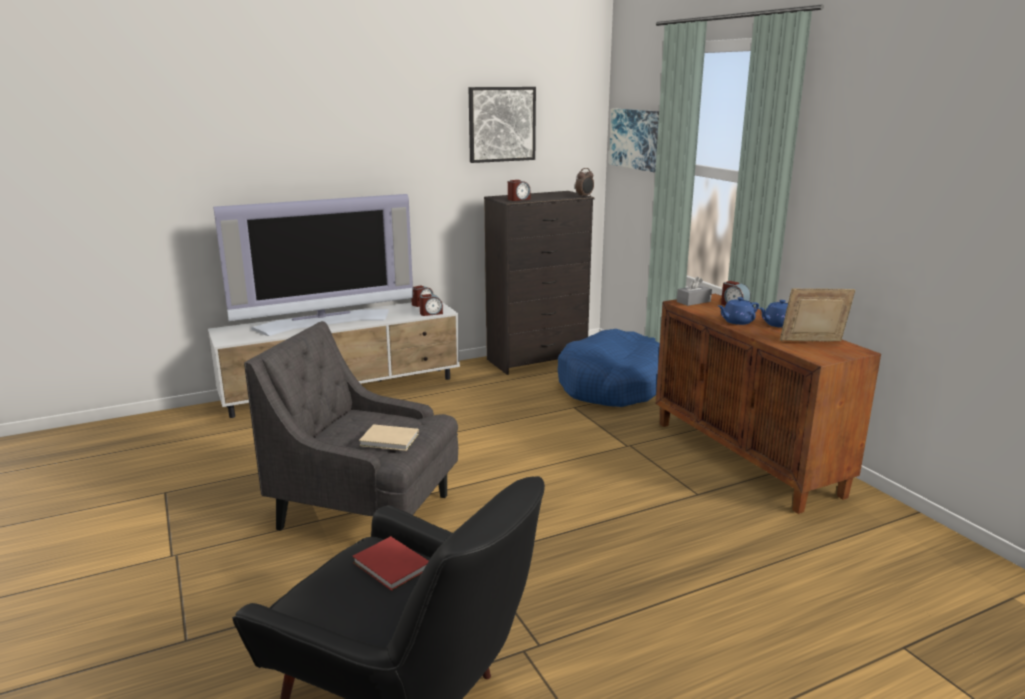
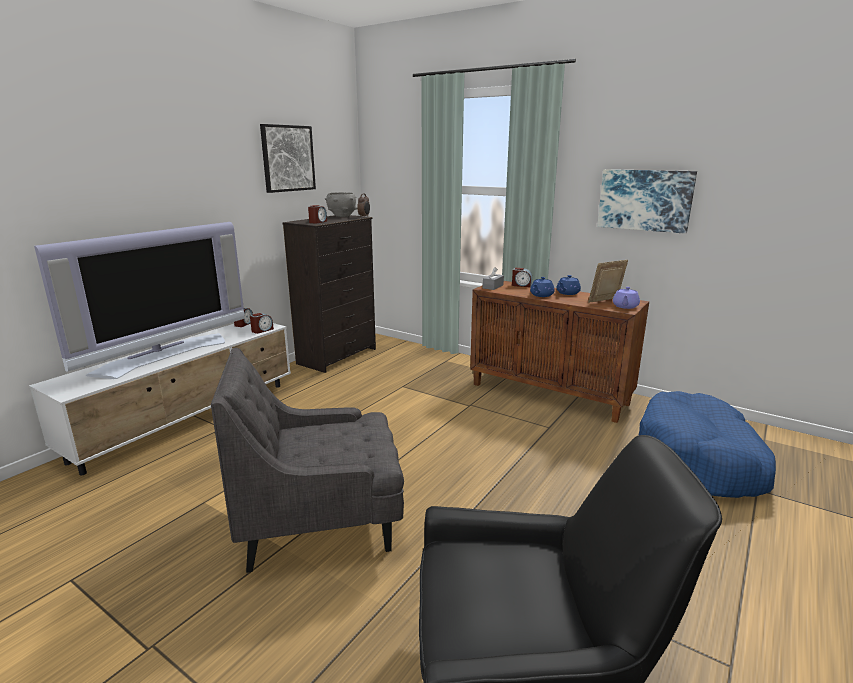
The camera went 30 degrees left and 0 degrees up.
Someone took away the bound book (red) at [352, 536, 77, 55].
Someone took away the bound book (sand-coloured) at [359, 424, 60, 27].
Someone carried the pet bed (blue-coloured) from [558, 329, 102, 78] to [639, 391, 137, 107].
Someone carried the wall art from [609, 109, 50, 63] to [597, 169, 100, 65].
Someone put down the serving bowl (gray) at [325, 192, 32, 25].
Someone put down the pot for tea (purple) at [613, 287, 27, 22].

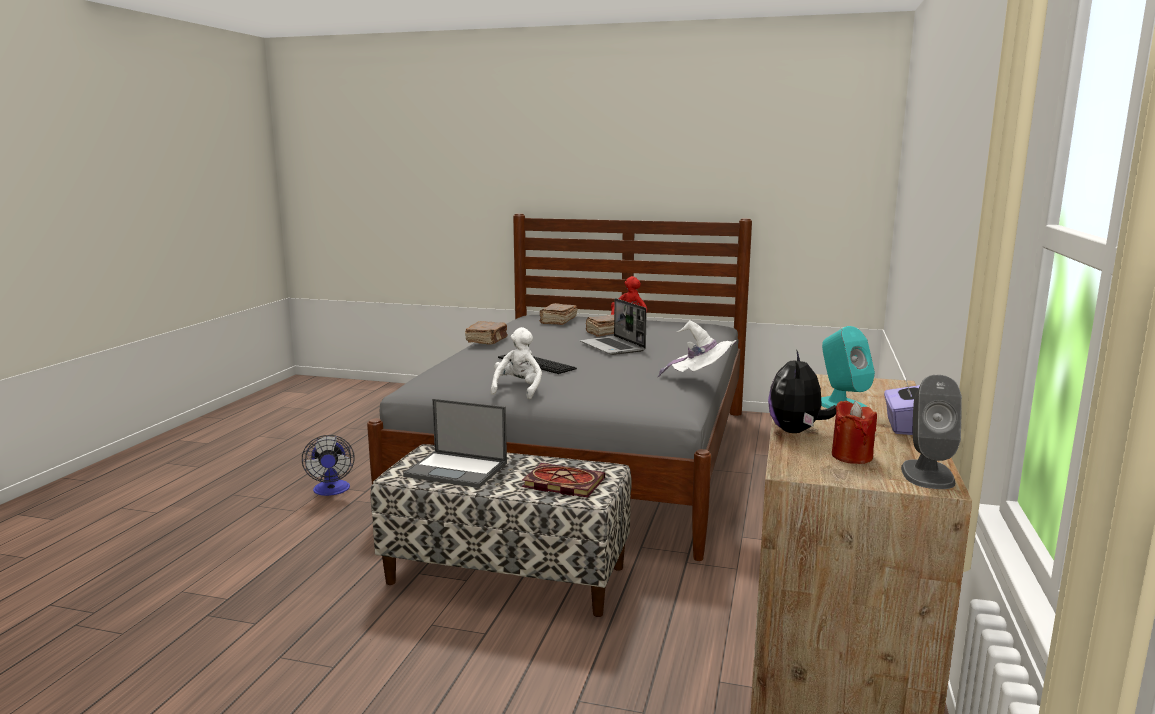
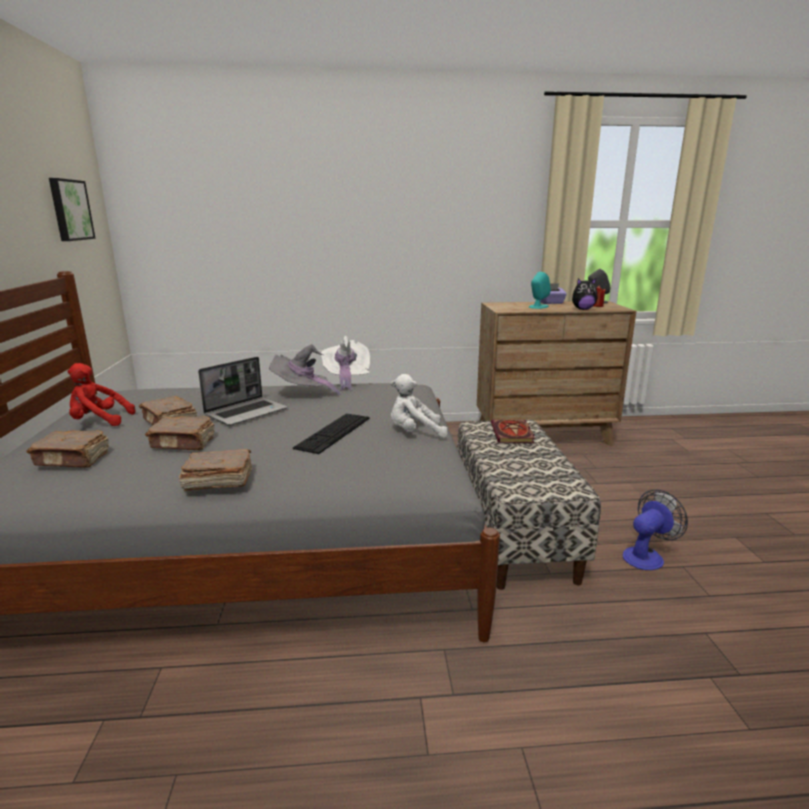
The camera went 110 degrees left and 5 degrees up.
Someone carried the cooling fan from [302, 435, 53, 61] to [623, 490, 65, 80].
Someone took away the portable computer at [403, 399, 104, 89].
Someone put up the wall art at [49, 178, 47, 63].
Someone put down the bound book (brown-coloured) at [145, 416, 69, 34].
Someone put down the clothing hat (gray) at [269, 344, 72, 53].

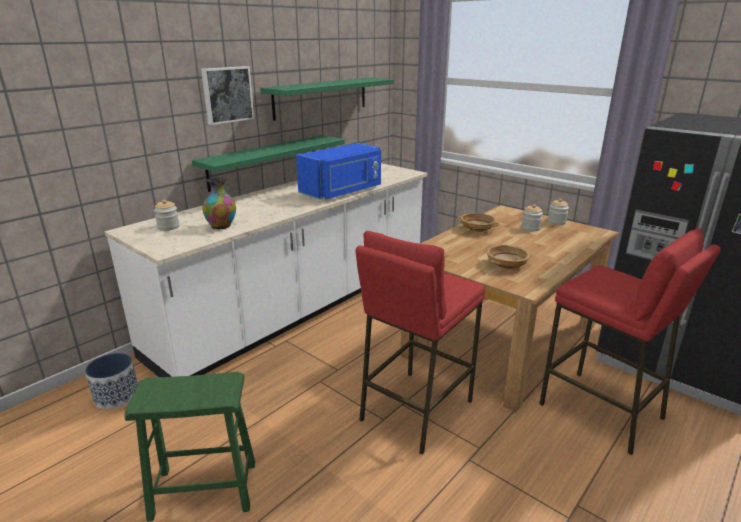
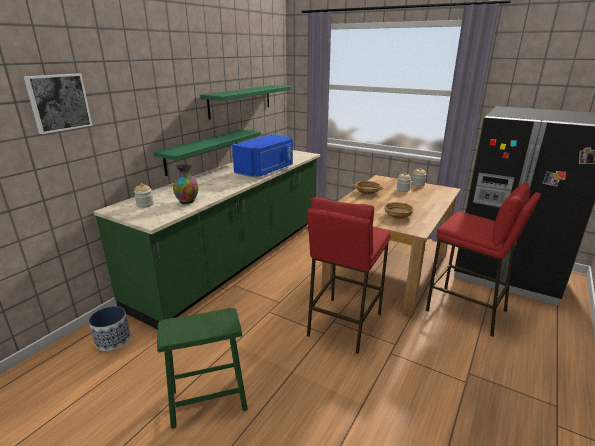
The camera went 10 degrees left and 0 degrees up.
Someone repainted the counter (white-coloured) at [105, 163, 322, 214], which became the counter (green) at [94, 150, 226, 180].
Someone carried the wall art from [201, 66, 53, 59] to [24, 73, 69, 61].

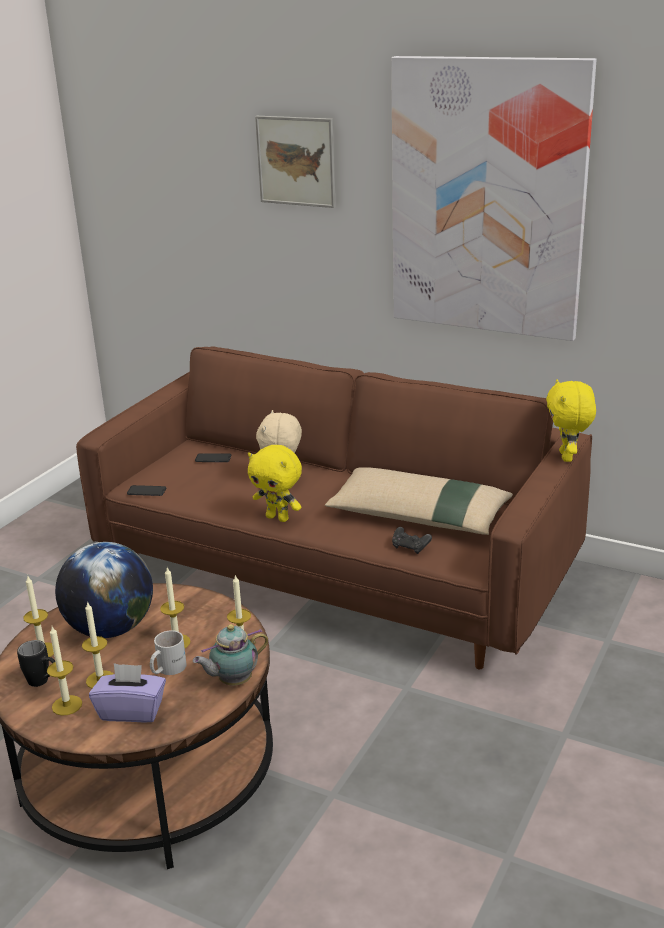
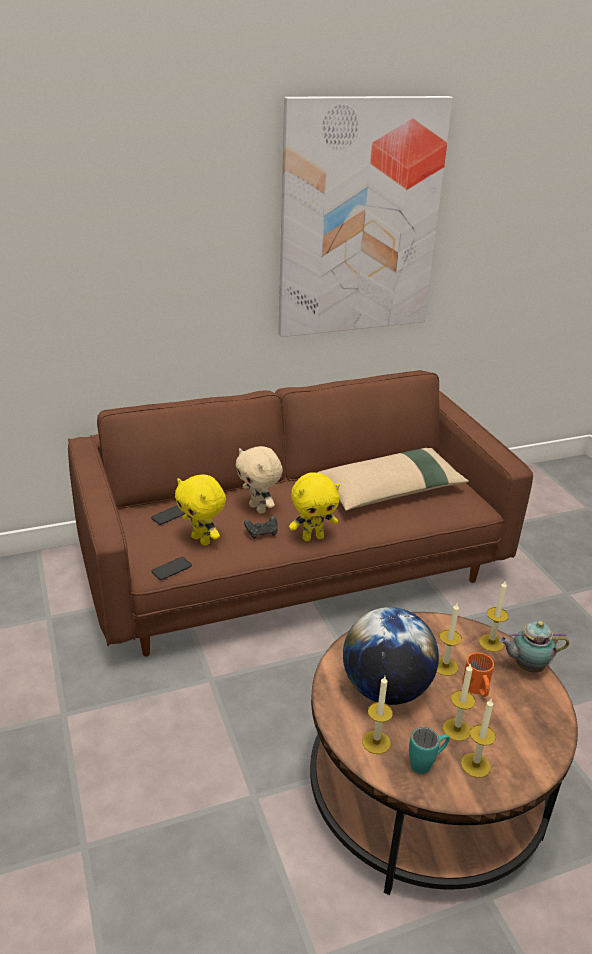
The camera went 50 degrees left and 5 degrees up.
Someone repainted the tea mug (black) at [17, 640, 38, 47], which became the tea mug (blue-green) at [409, 727, 41, 47].
Someone took away the tissue box (purple) at [89, 663, 77, 60].
Someone repainted the tea mug (white-coloured) at [150, 630, 37, 45], which became the tea mug (orange-coloured) at [462, 653, 32, 44].
Someone rotated the pot for tea at [193, 624, 76, 61] by 75 degrees clockwise.
Someone took away the wall art at [255, 116, 81, 92].
Someone carried the game controller (black) from [392, 527, 40, 27] to [244, 516, 34, 23].
Someone carried the plush toy (yellowish) from [546, 379, 50, 83] to [175, 474, 51, 72].

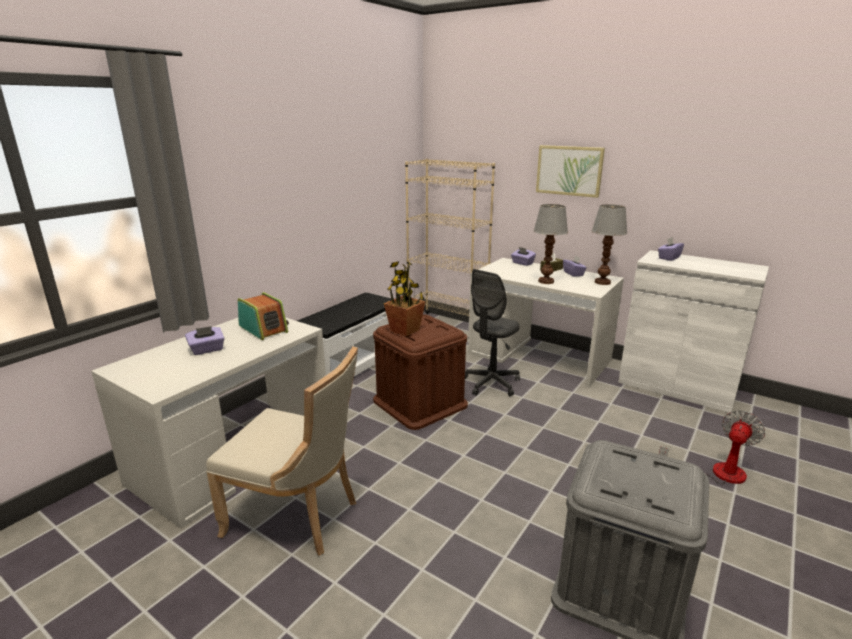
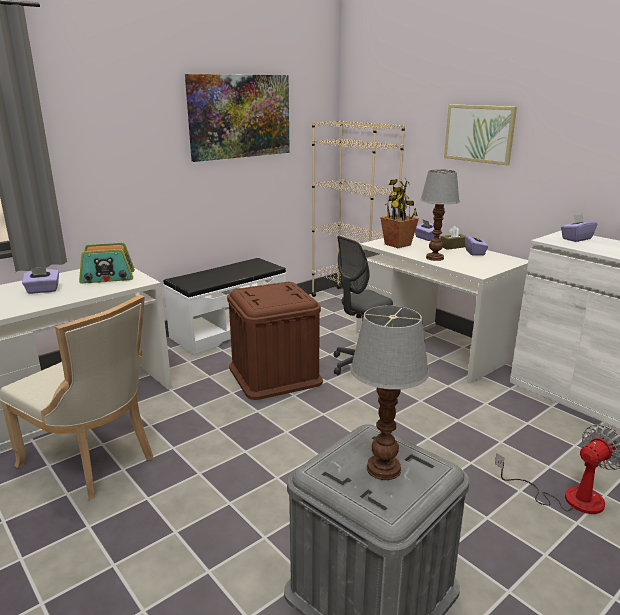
The camera went 15 degrees right and 0 degrees up.
Someone rotated the radio receiver at [238, 292, 51, 48] by 105 degrees clockwise.
Someone carried the houseplant from [384, 260, 42, 76] to [380, 178, 39, 70].
Someone carried the tabletop lamp from [592, 204, 35, 81] to [350, 305, 79, 175].
Someone put up the wall art at [185, 74, 105, 88].

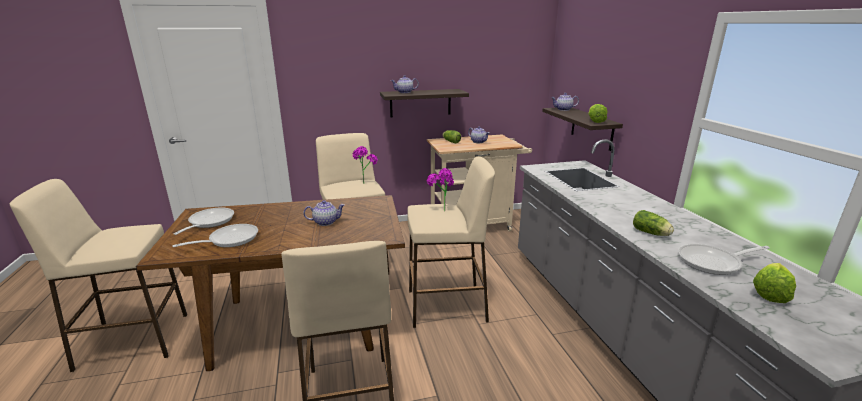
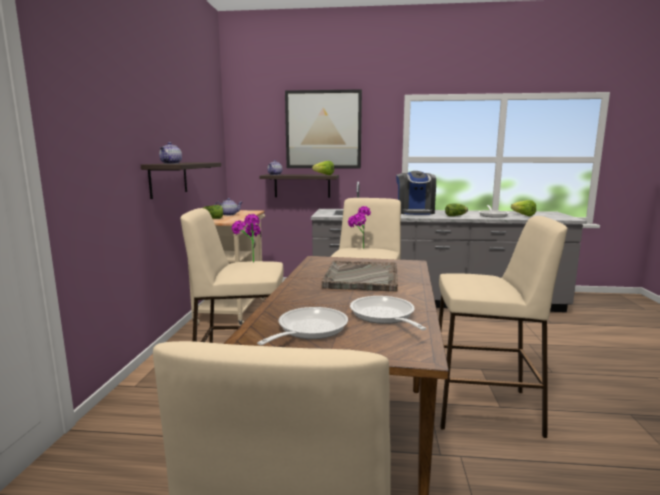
The camera went 70 degrees left and 10 degrees down.
Someone rotated the skillet at [174, 208, 60, 27] by 90 degrees clockwise.
Someone swapped the pot for tea at [303, 200, 42, 26] for the serving tray (gray) at [322, 261, 76, 31].
Someone put up the wall art at [285, 89, 77, 79].
Someone put down the coffee machine at [396, 171, 40, 44].

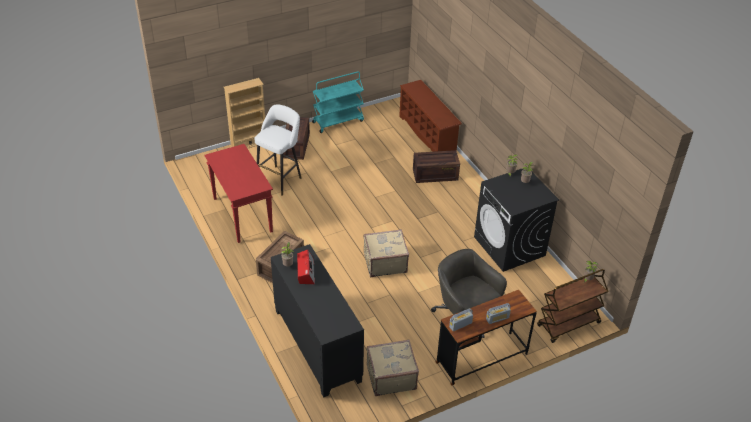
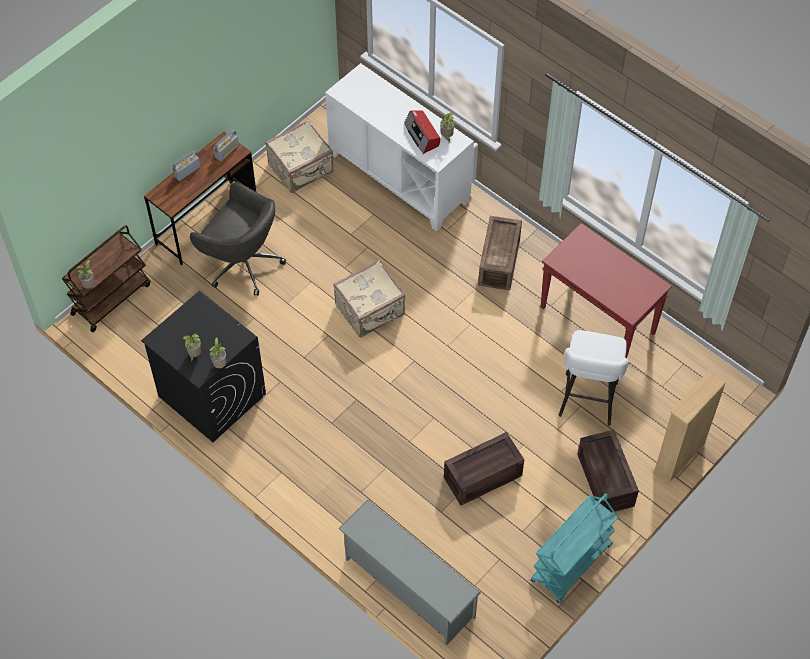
The camera went 160 degrees right and 15 degrees up.
Someone repainted the cupboard (black) at [271, 244, 93, 153], which became the cupboard (white-coloured) at [325, 63, 149, 168].
Someone repainted the shoe shelf (brown-coloured) at [399, 80, 63, 72], which became the shoe shelf (gray) at [338, 500, 143, 145].
Someone carried the crate from [413, 150, 47, 33] to [444, 432, 80, 73].

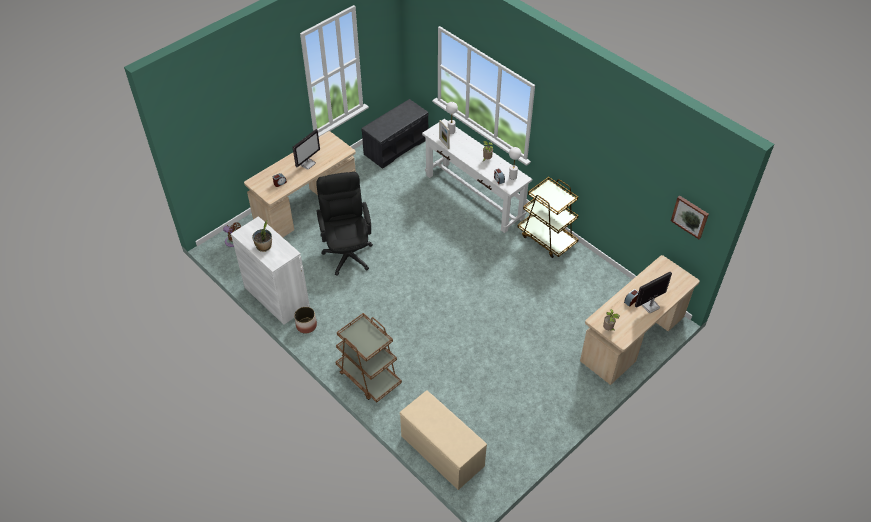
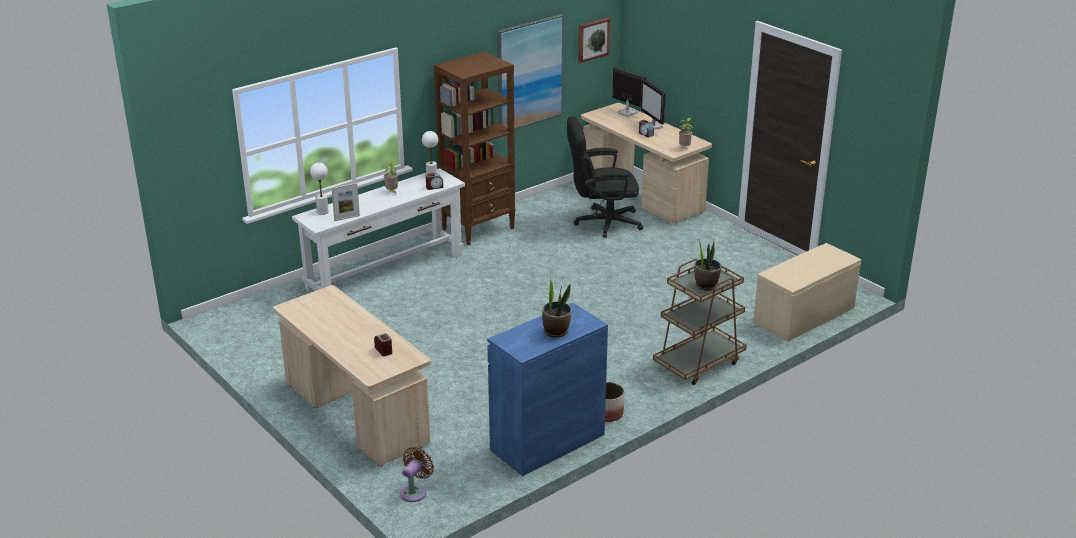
The camera went 85 degrees left and 20 degrees down.
Someone repainted the cupboard (white-coloured) at [231, 216, 79, 109], which became the cupboard (blue-coloured) at [487, 303, 121, 173].
Someone carried the computer display from [293, 129, 27, 40] to [612, 67, 35, 50].
Someone carried the computer chair (black) from [316, 172, 57, 104] to [567, 116, 77, 122].
Someone took away the indoor bench (gray) at [361, 99, 68, 70].
Someone swapped the cart (brown-coloured) at [517, 177, 62, 81] for the bookshelf (brown-coloured) at [434, 51, 82, 194].
Someone put up the wall art at [497, 14, 67, 116].
Someone put down the houseplant at [694, 240, 27, 51].

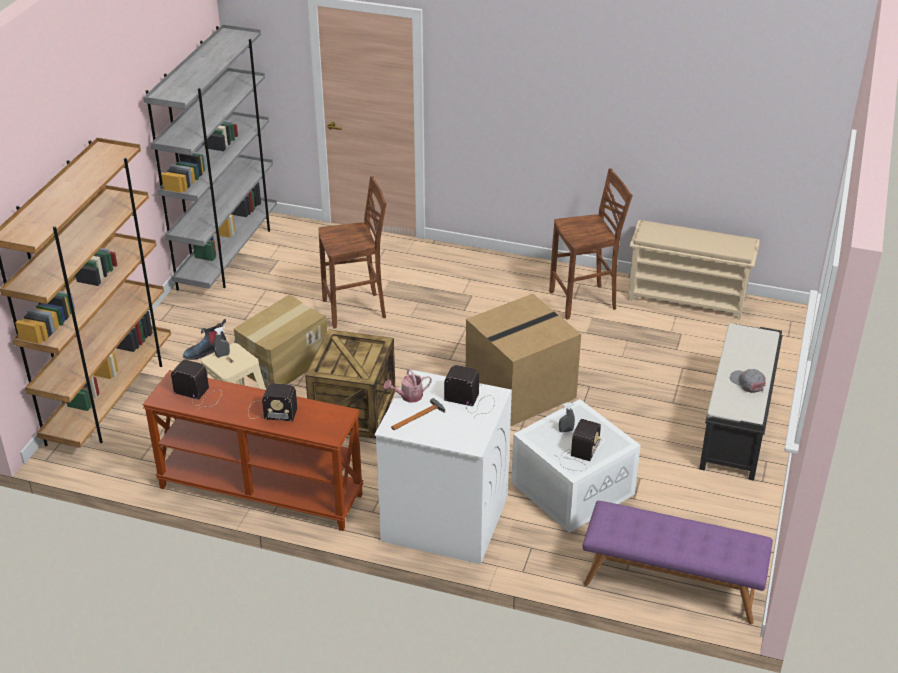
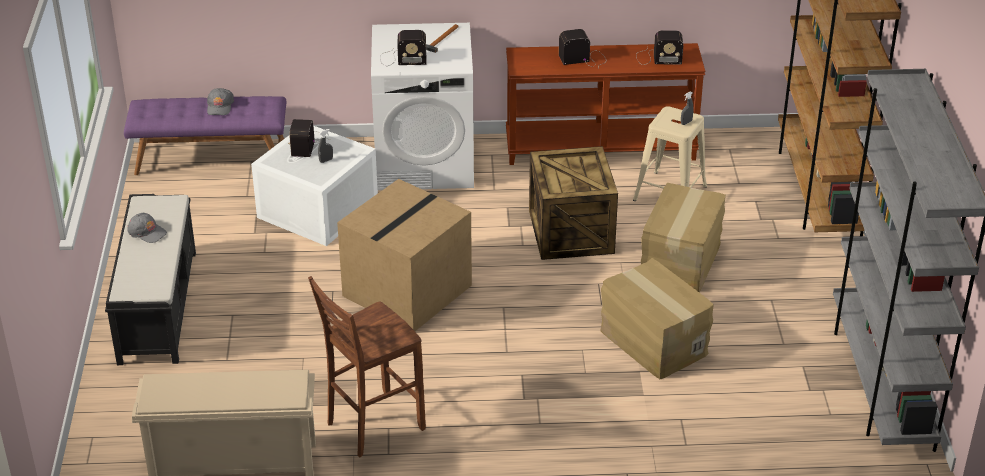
The camera went 160 degrees right and 0 degrees up.
Someone took away the high-top boot at [183, 319, 44, 41].
Someone swapped the stool (brown-coloured) at [318, 176, 68, 152] for the cardboard box at [600, 258, 114, 121].
Someone took away the sprinkling can at [384, 369, 48, 34].
Someone put down the cap (gray) at [207, 88, 27, 27].

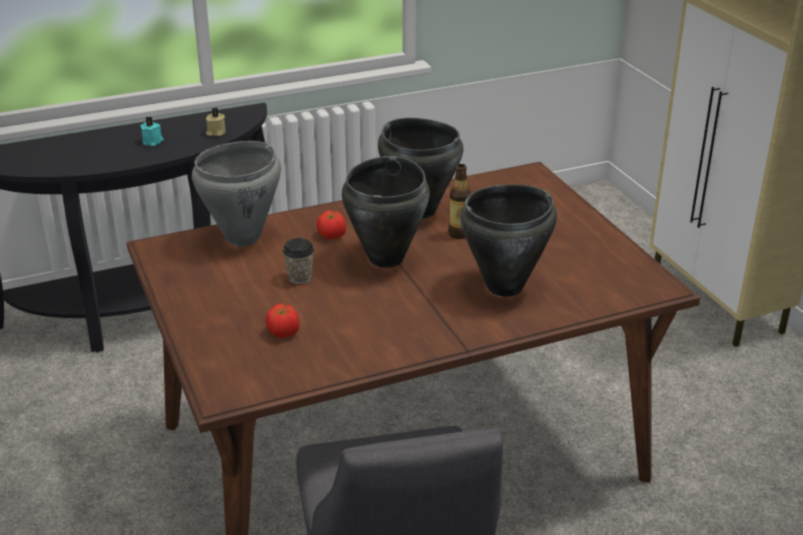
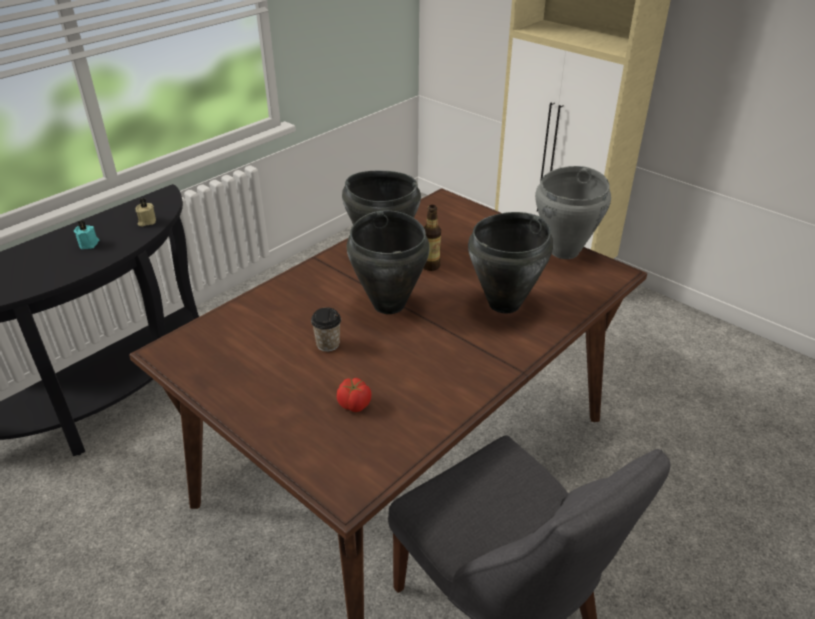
The camera went 25 degrees left and 5 degrees up.
Someone carried the saucepot (gray) from [192, 141, 89, 105] to [535, 166, 76, 93].
Someone took away the whole tomato at [317, 210, 29, 29].

